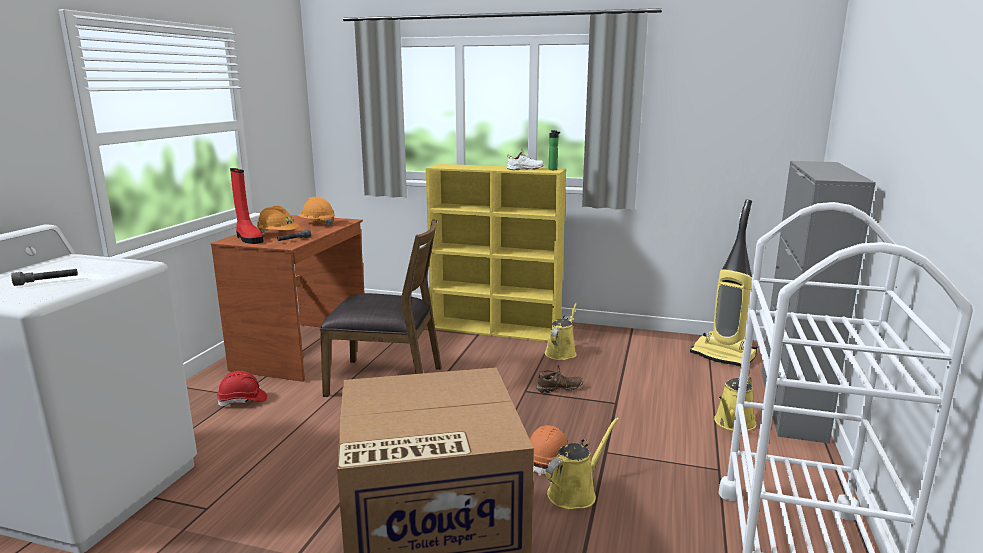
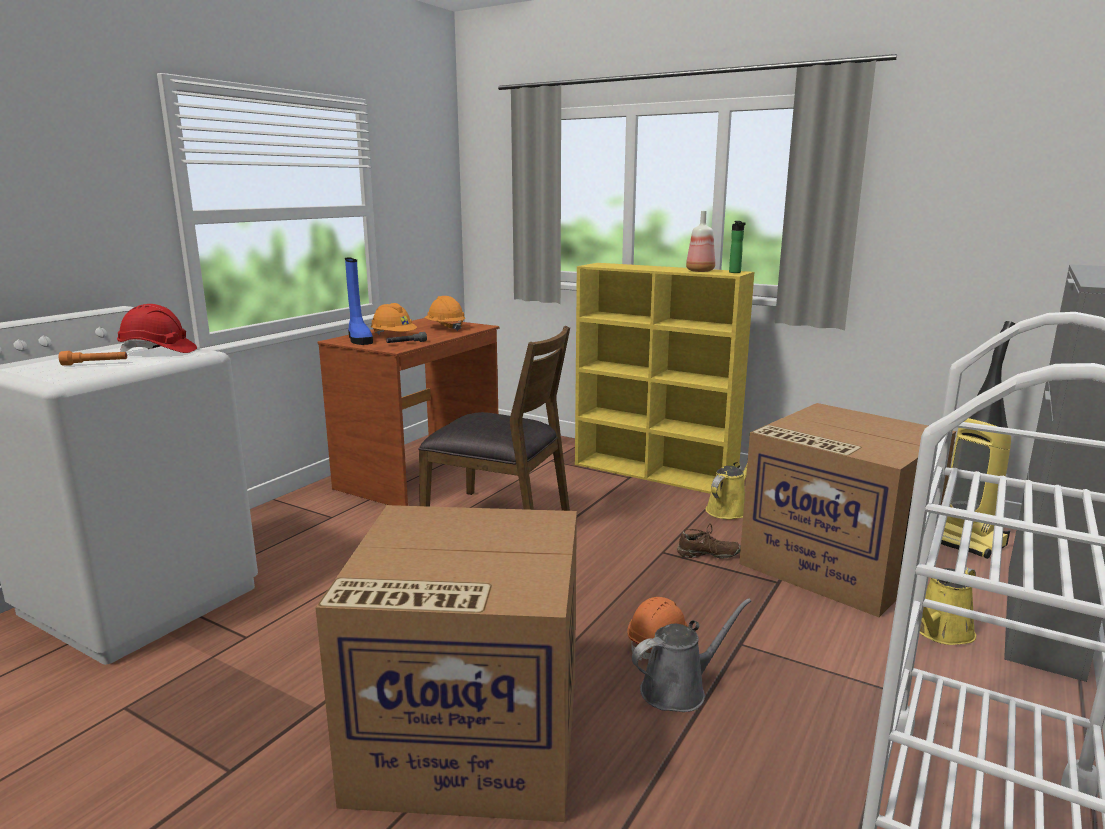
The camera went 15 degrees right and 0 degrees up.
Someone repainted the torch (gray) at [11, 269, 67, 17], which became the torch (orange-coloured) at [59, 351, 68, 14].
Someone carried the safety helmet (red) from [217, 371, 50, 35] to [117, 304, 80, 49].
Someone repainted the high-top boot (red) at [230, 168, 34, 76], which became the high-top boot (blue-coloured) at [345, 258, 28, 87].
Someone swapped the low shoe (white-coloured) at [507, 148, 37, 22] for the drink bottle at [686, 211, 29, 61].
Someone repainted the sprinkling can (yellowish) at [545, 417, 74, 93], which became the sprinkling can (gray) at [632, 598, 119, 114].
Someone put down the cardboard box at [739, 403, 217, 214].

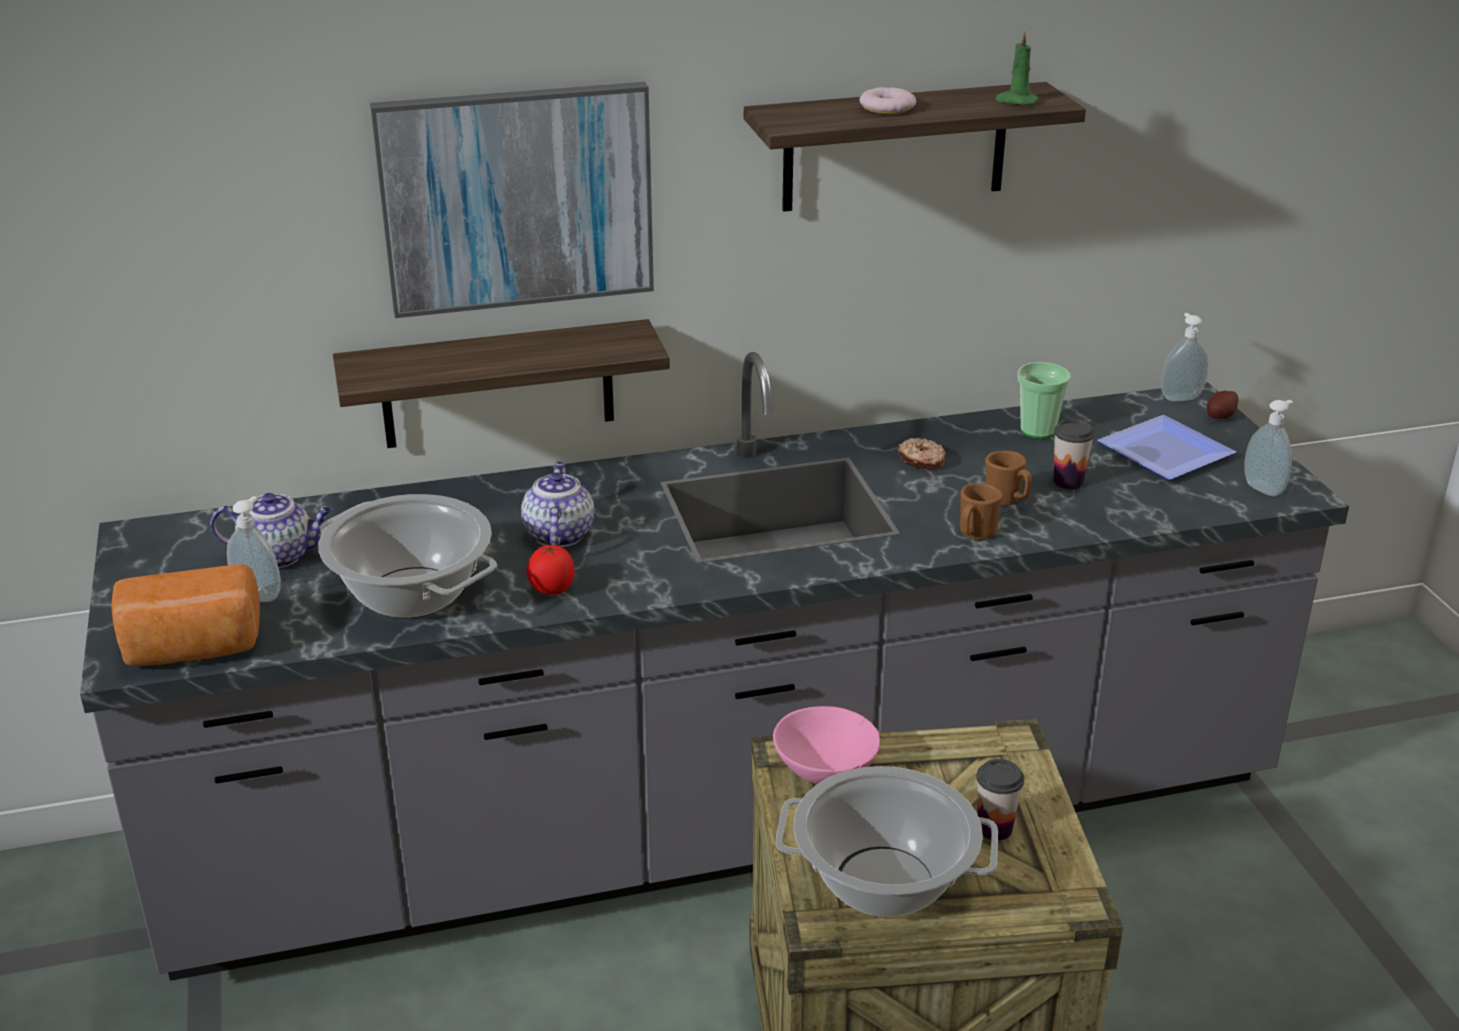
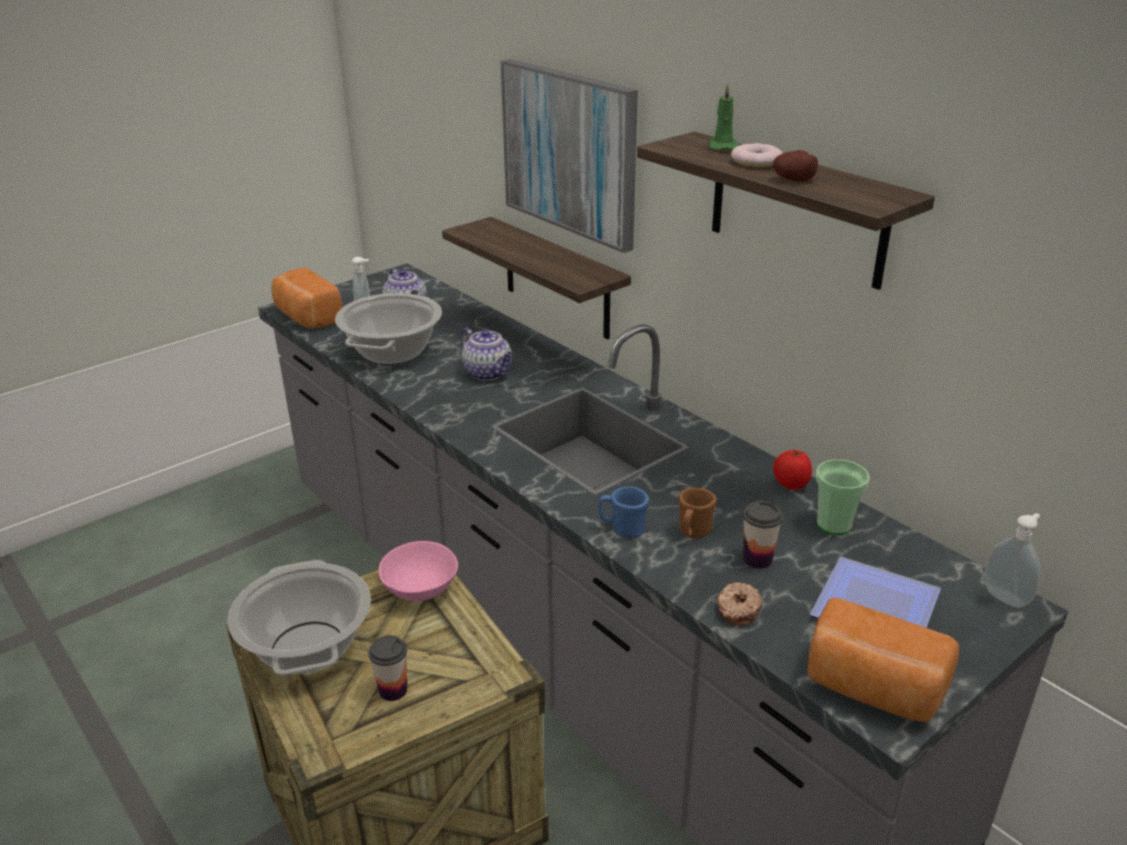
The camera went 65 degrees right and 0 degrees up.
Someone rotated the pot for tea at [521, 461, 73, 86] by 75 degrees clockwise.
Someone carried the whole tomato from [527, 544, 48, 51] to [773, 449, 39, 41].
Someone carried the ring doughnut from [898, 438, 48, 32] to [717, 582, 45, 44].
Someone repainted the tea mug (brown-coloured) at [960, 483, 43, 57], which became the tea mug (blue-coloured) at [599, 486, 50, 52].
Someone carried the candle (green) from [995, 30, 44, 75] to [708, 84, 32, 67].
Someone carried the whole potato from [1207, 390, 32, 29] to [773, 150, 45, 32].
Someone swapped the soap bottle at [1244, 400, 49, 96] for the baked bread at [807, 597, 152, 125].

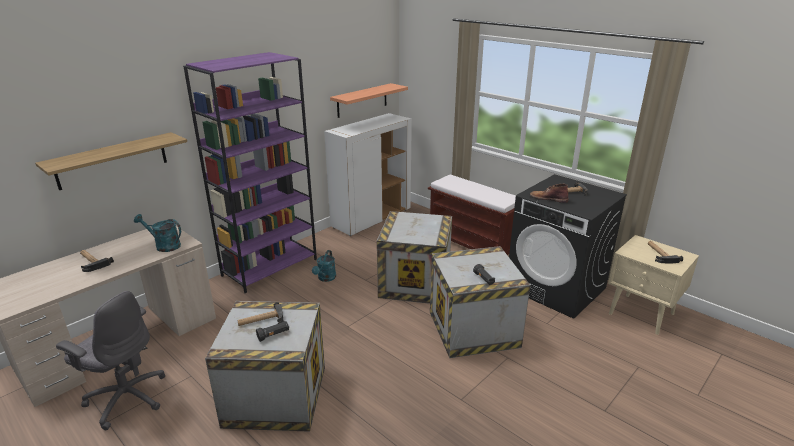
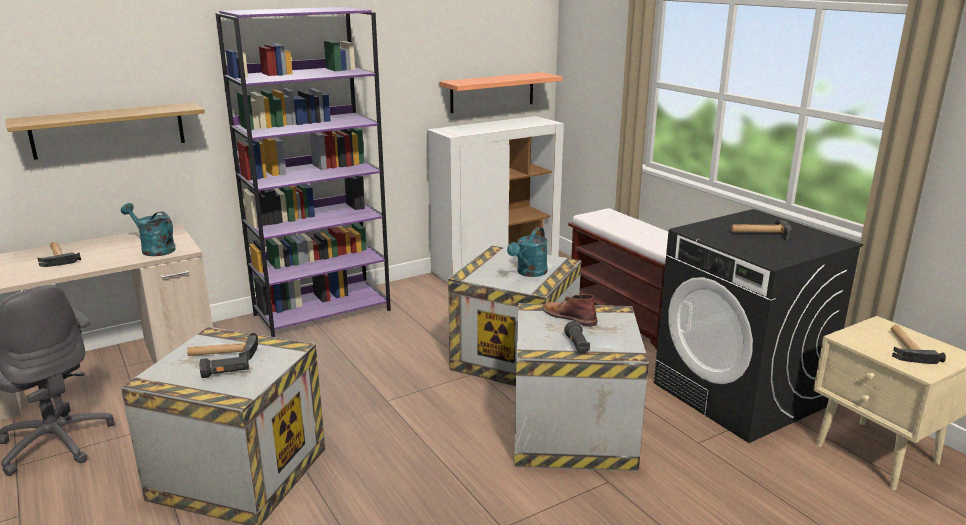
The camera went 15 degrees right and 5 degrees down.
Someone carried the sprinkling can (blue-green) from [312, 250, 24, 32] to [507, 227, 41, 50].
Someone carried the high-top boot (brown-coloured) from [530, 184, 39, 19] to [542, 294, 55, 33].

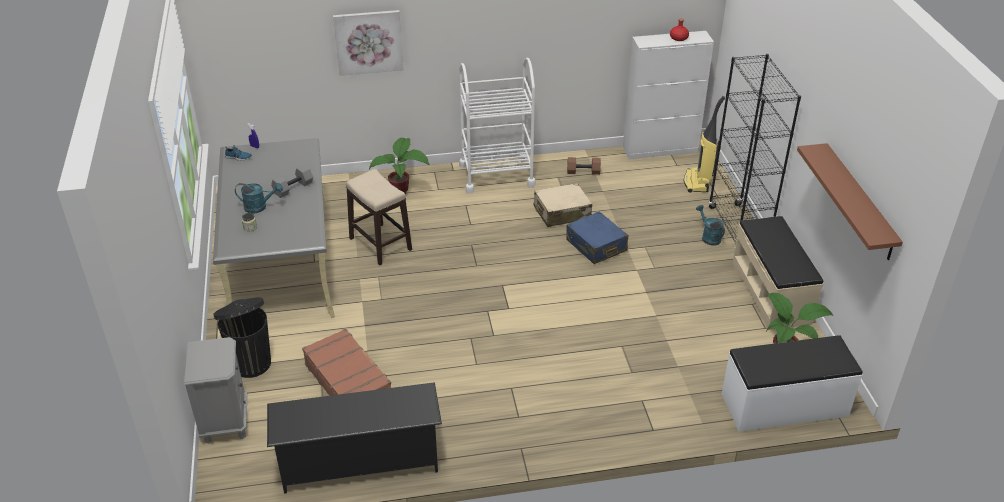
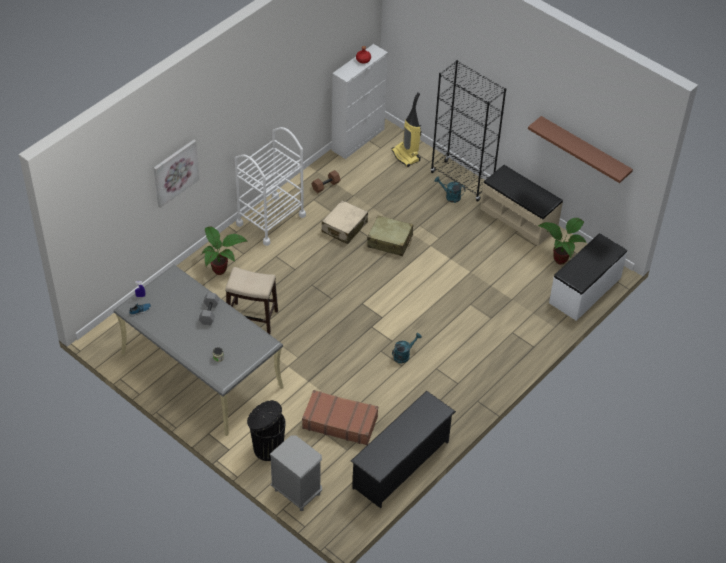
The camera went 40 degrees left and 10 degrees up.
Someone carried the sprinkling can (blue-green) from [235, 183, 48, 30] to [392, 333, 30, 30].
Someone repainted the suitcase (blue-coloured) at [566, 211, 62, 53], which became the suitcase (sand-coloured) at [367, 216, 46, 40].

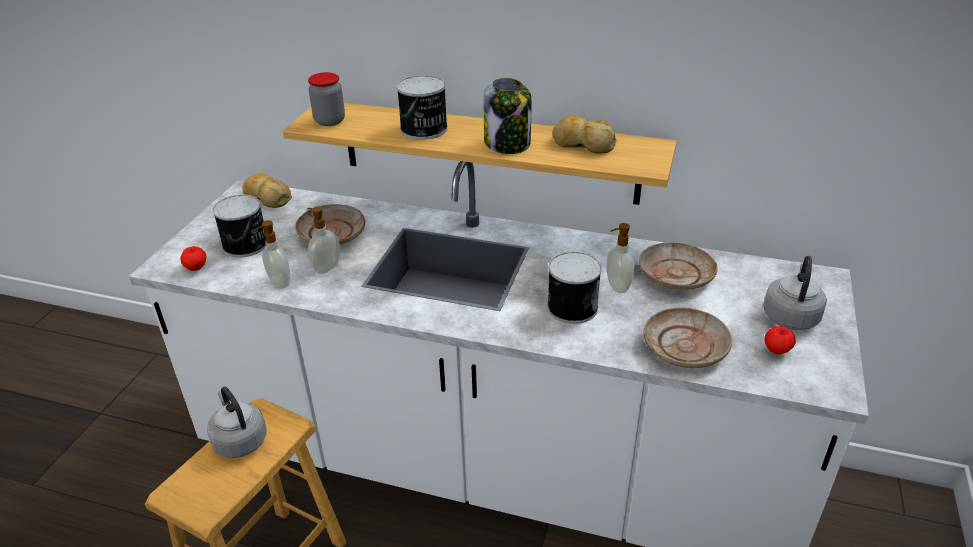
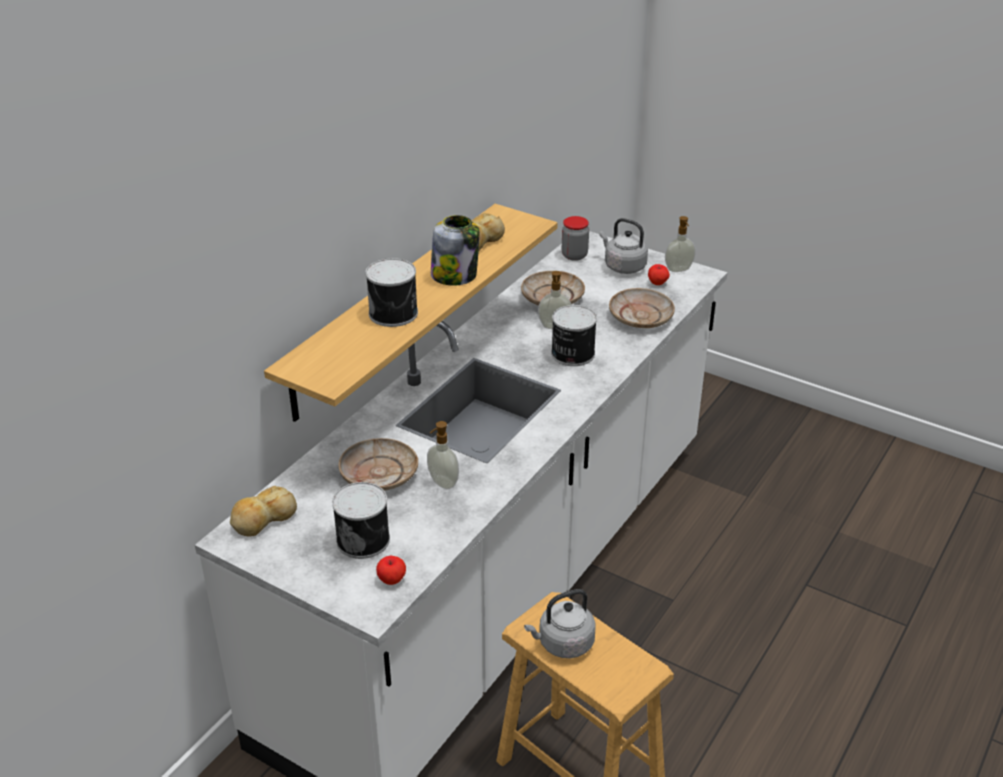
The camera went 75 degrees left and 0 degrees up.
Someone carried the soap bottle from [254, 220, 36, 69] to [665, 216, 31, 56].
Someone carried the preserve jar from [308, 72, 37, 54] to [562, 216, 27, 45].

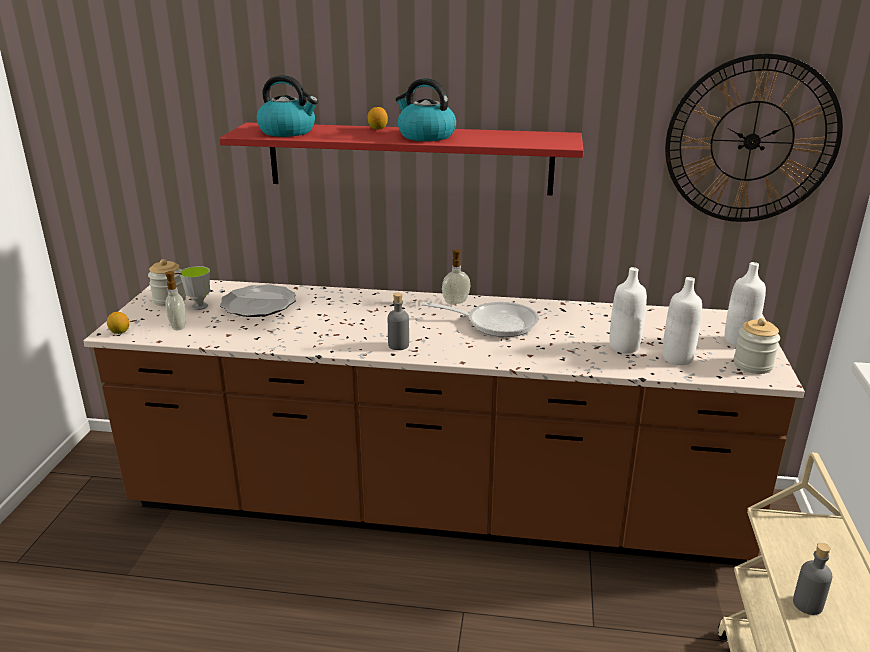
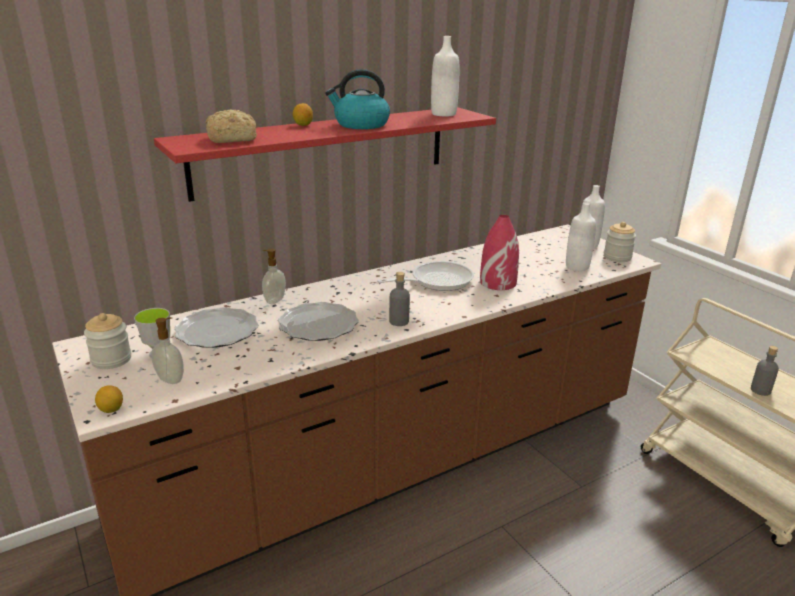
The camera went 40 degrees left and 0 degrees up.
Someone swapped the tea kettle at [257, 75, 61, 62] for the baked bread at [205, 109, 52, 34].
Someone carried the soap bottle from [442, 250, 28, 55] to [262, 249, 24, 55].
Someone carried the drink bottle (white-coloured) from [610, 267, 37, 86] to [431, 36, 28, 81].
Someone took away the hanging clock at [665, 53, 178, 169].
Someone put down the flat dish at [278, 302, 81, 39].
Someone put down the vase (red) at [480, 215, 39, 75].

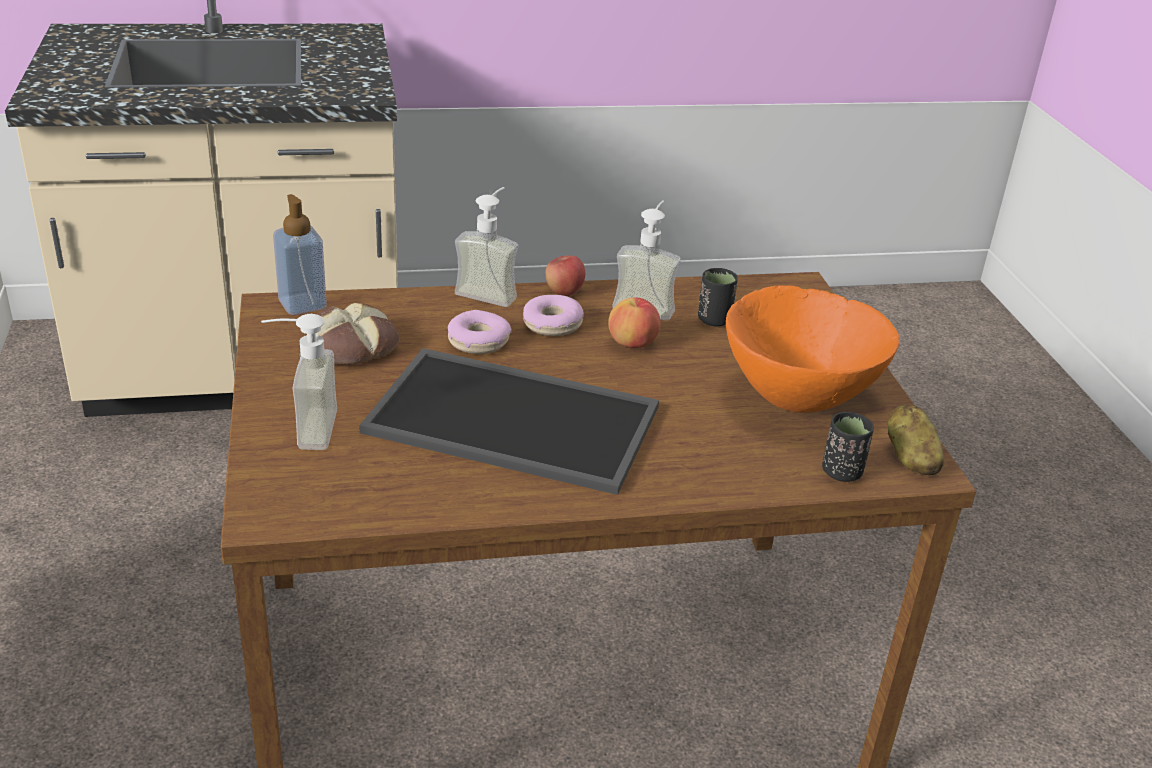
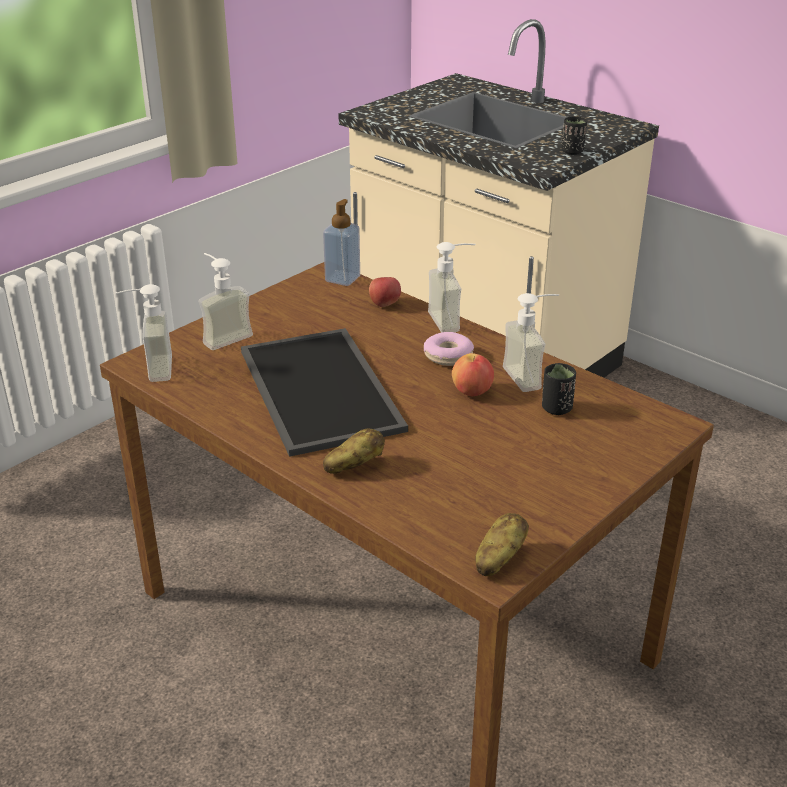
The camera went 55 degrees right and 0 degrees up.
Someone took away the baked bread at [315, 303, 85, 62].
Someone took away the ring doughnut at [448, 310, 64, 44].
Someone carried the apple from [545, 255, 40, 41] to [369, 277, 32, 30].
Someone took away the serving bowl (orange-coloured) at [726, 285, 173, 128].
Someone carried the cup (black) from [822, 412, 52, 70] to [561, 116, 26, 39].
Someone put down the soap bottle at [116, 284, 56, 98].
Someone put down the whole potato at [323, 428, 62, 46].

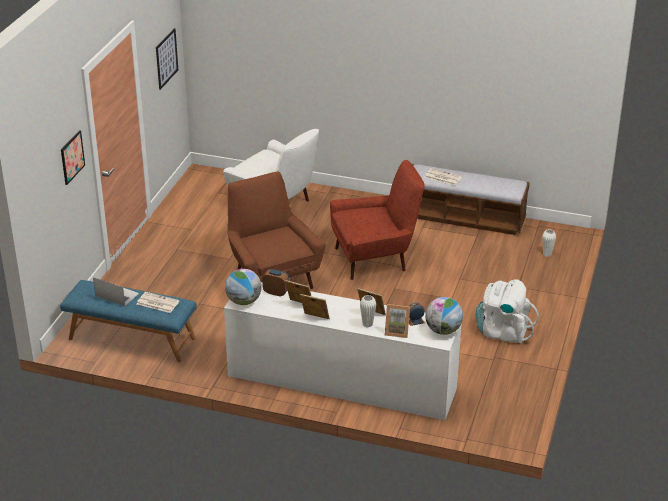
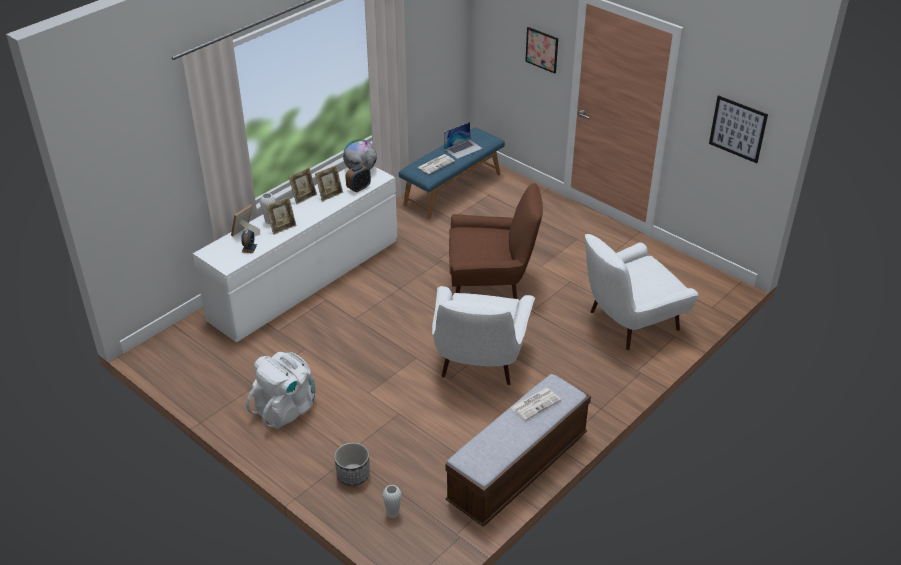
The camera went 115 degrees right and 5 degrees up.
Someone repainted the armchair (red) at [330, 160, 95, 120], which became the armchair (white-coloured) at [432, 286, 103, 99].
Someone took away the globe at [425, 297, 38, 38].
Someone put down the flower pot at [334, 442, 36, 44].

